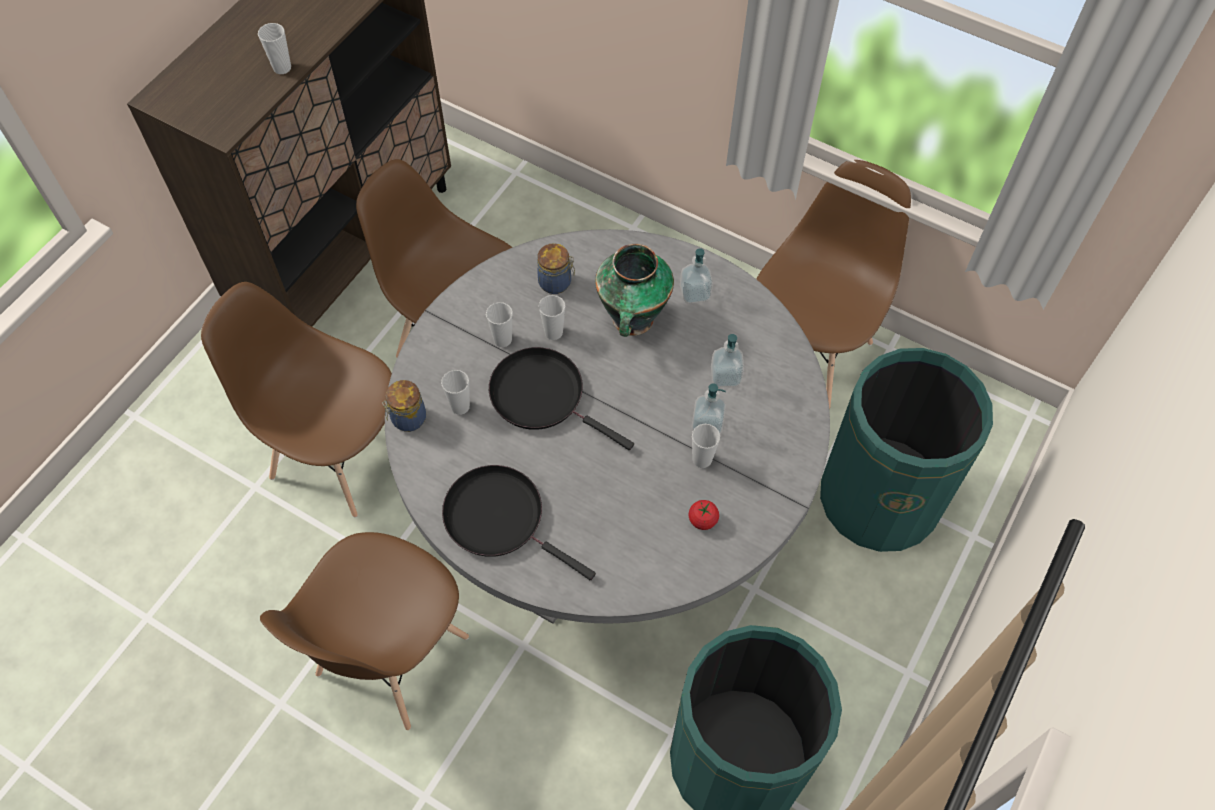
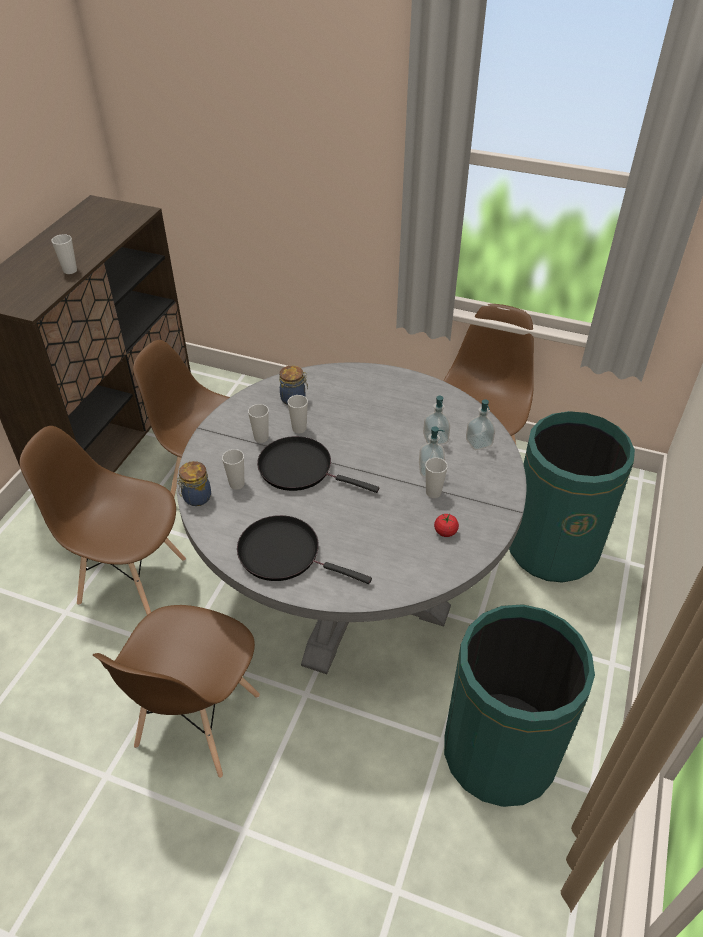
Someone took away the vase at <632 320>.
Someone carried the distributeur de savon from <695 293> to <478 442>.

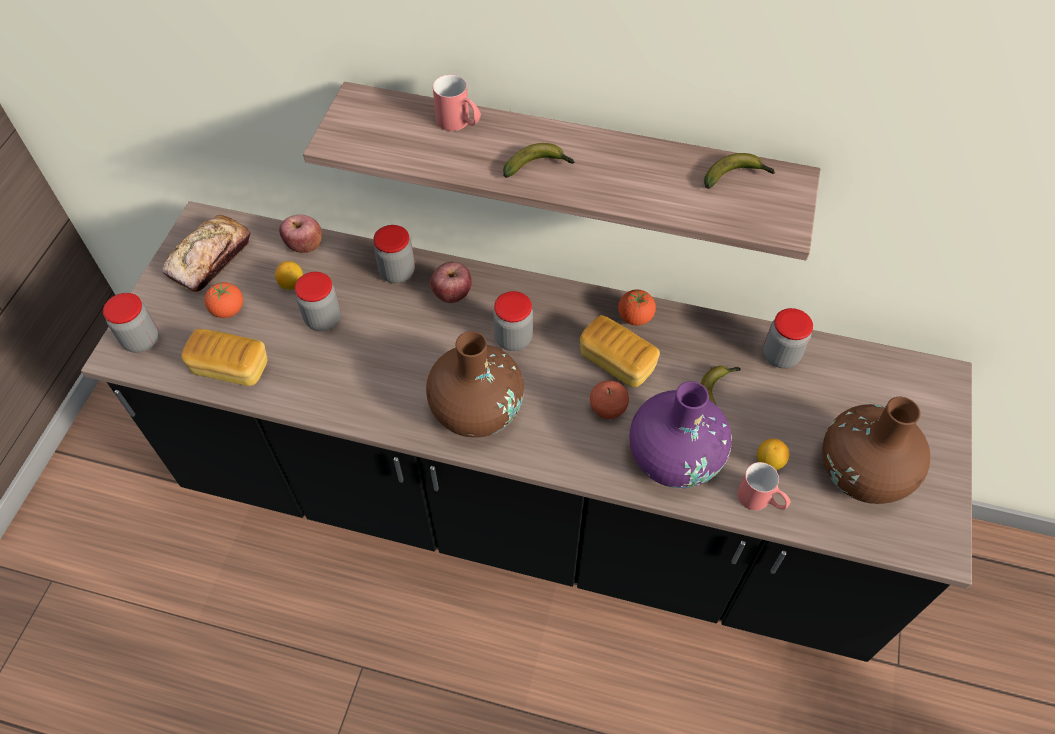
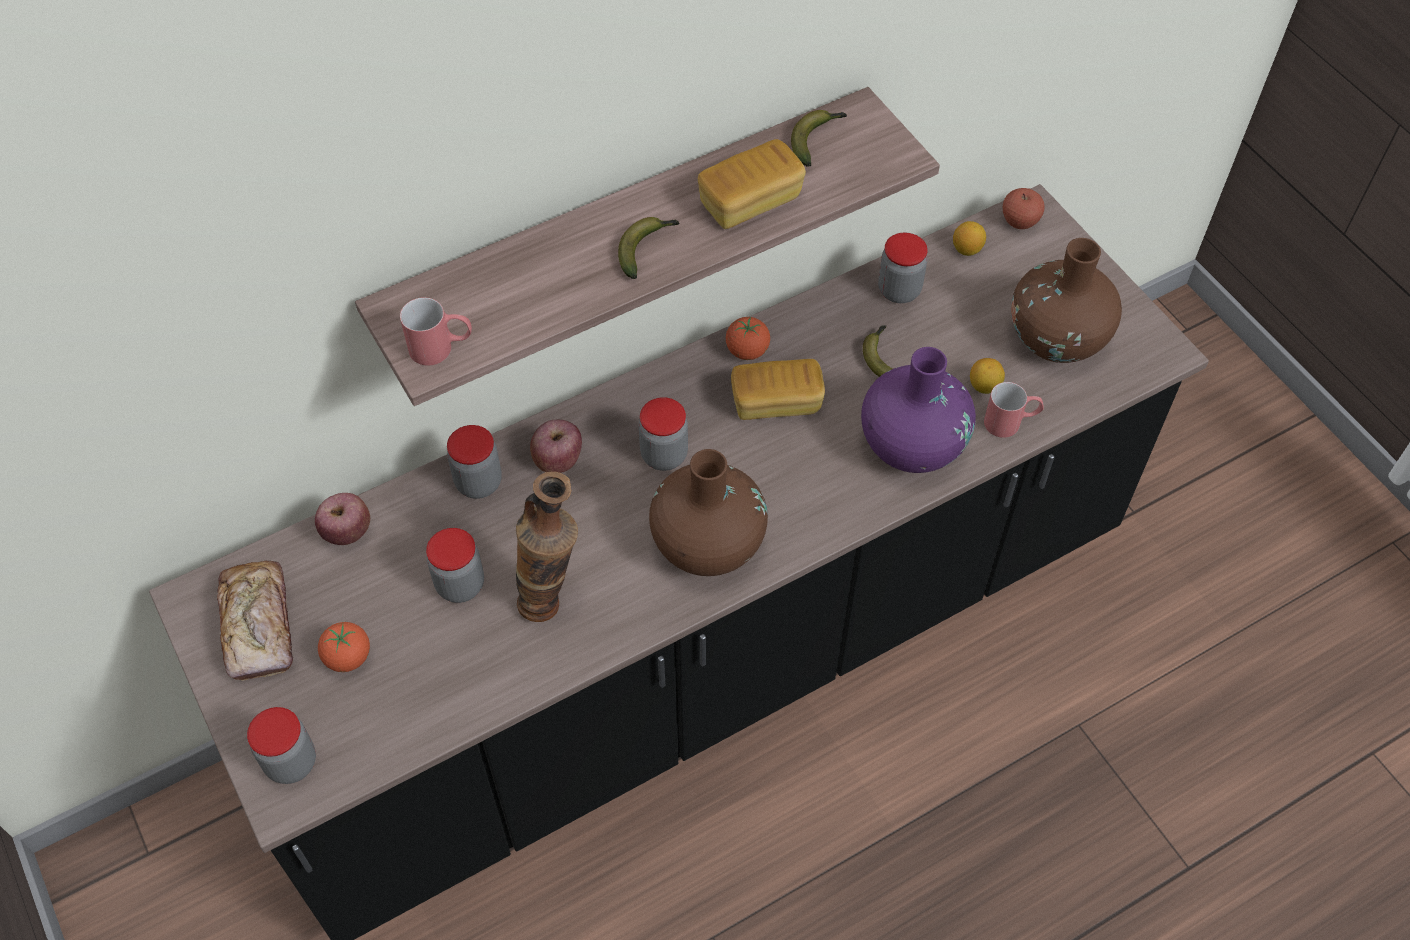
Someone carried the pain from <230 367> to <750 201>.
Someone carried the citron from <292 284> to <967 249>.
Someone carried the mug (rouge) from <459 124> to <442 348>.
Someone carried the pomme from <607 409> to <1019 222>.
Someone put down the vase at <552 600>.

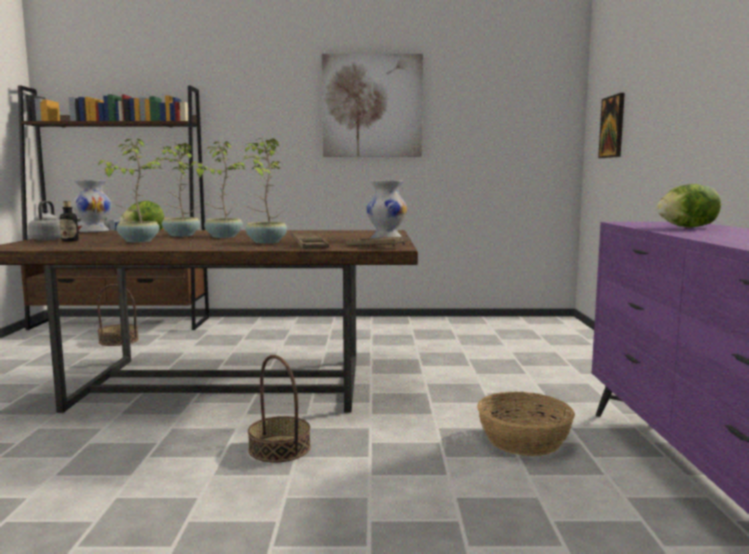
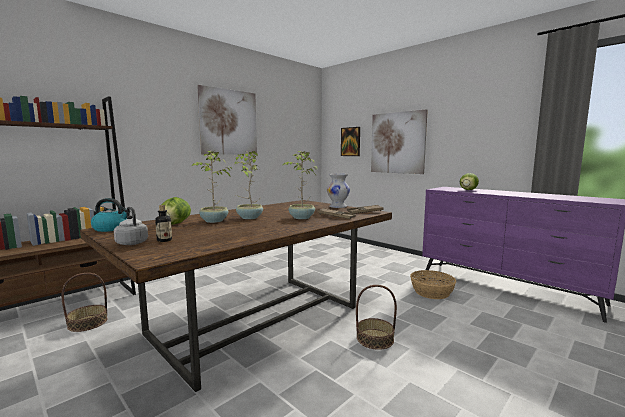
Someone swapped the vase (blanc) at <94 231> for the bouilloire at <112 228>.
Someone took away the plante en pot at <138 241>.
Someone put up the tableau at <397 143>.

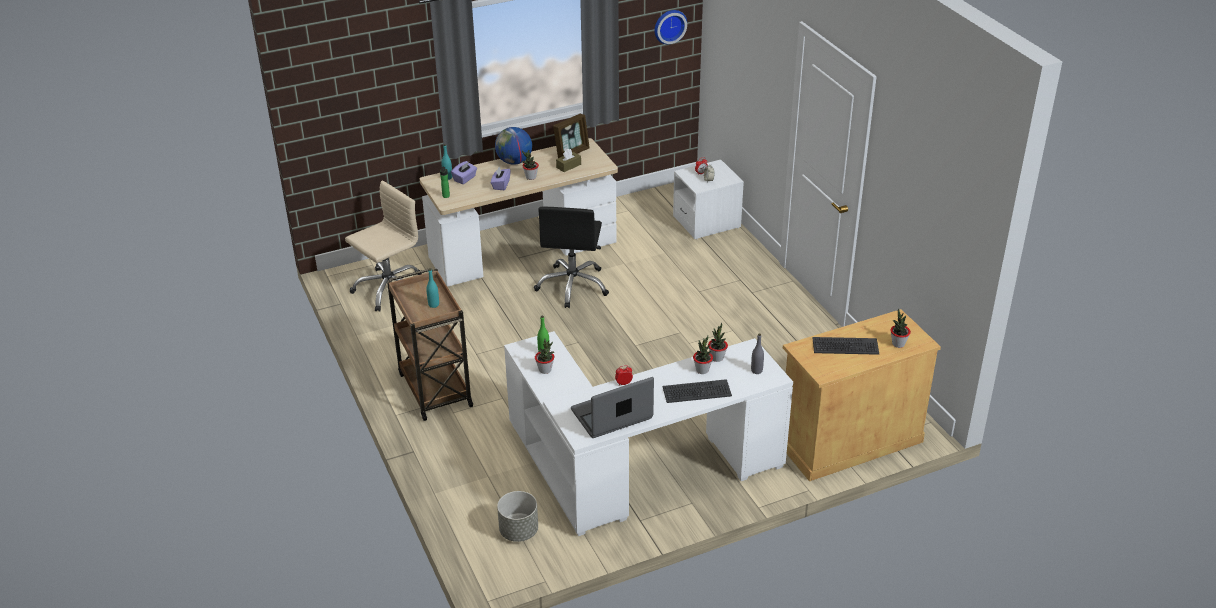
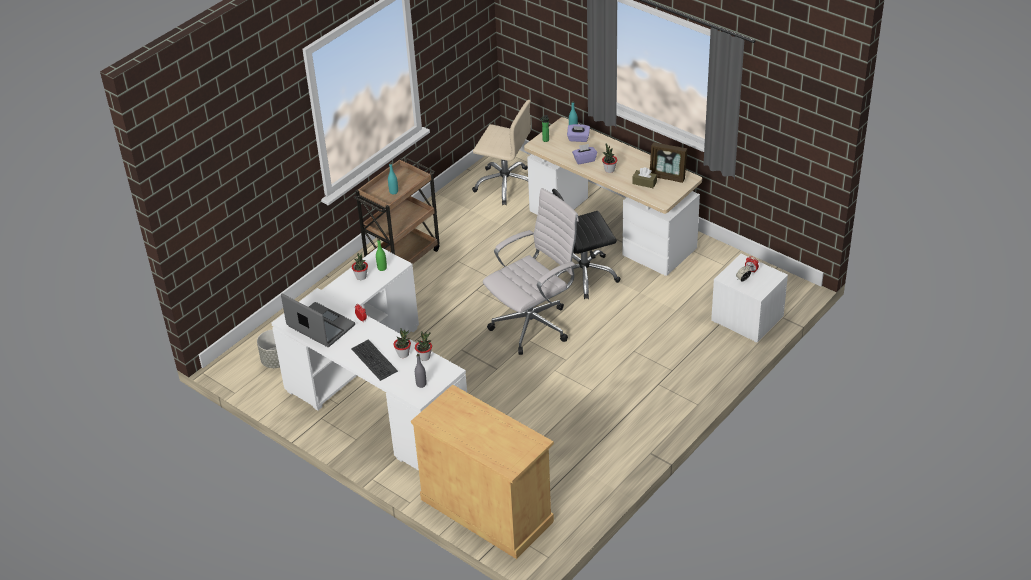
Someone took away the globe at <514 162>.
Someone took away the horloge murale at <669 25>.
Someone took away the clavier at <845 347>.
Someone took away the plante en pot at <898 344>.
Someone put down the chaise de bureau (blanc) at <534 324>.

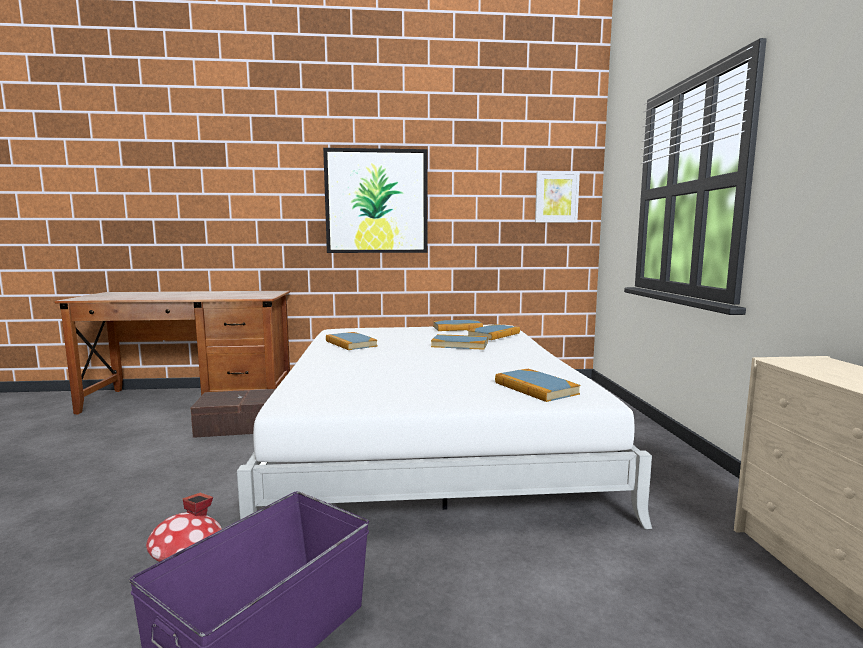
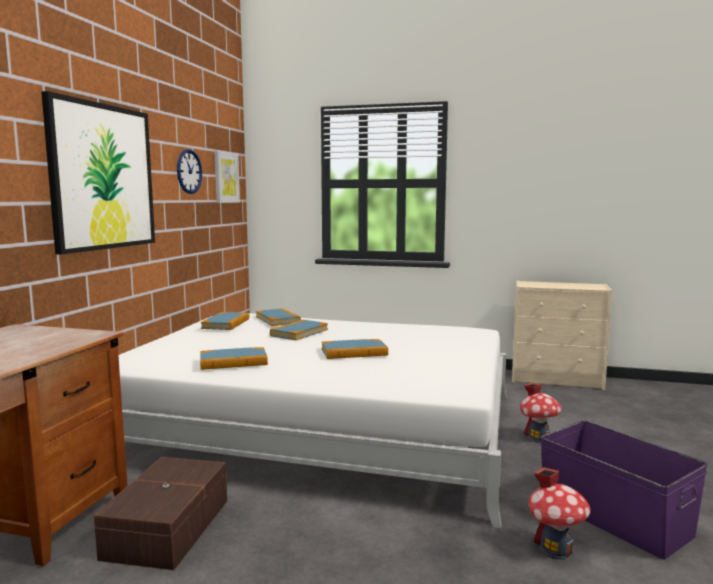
Someone carried the livre from <535 388> to <354 352>.
Someone put up the horloge murale at <189 171>.
Someone put down the maison miniature at <538 438>.

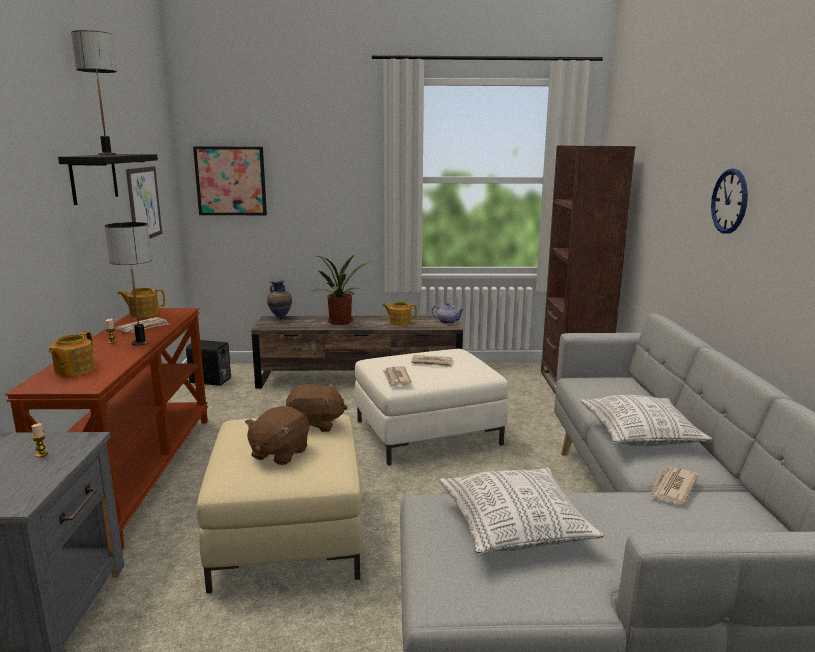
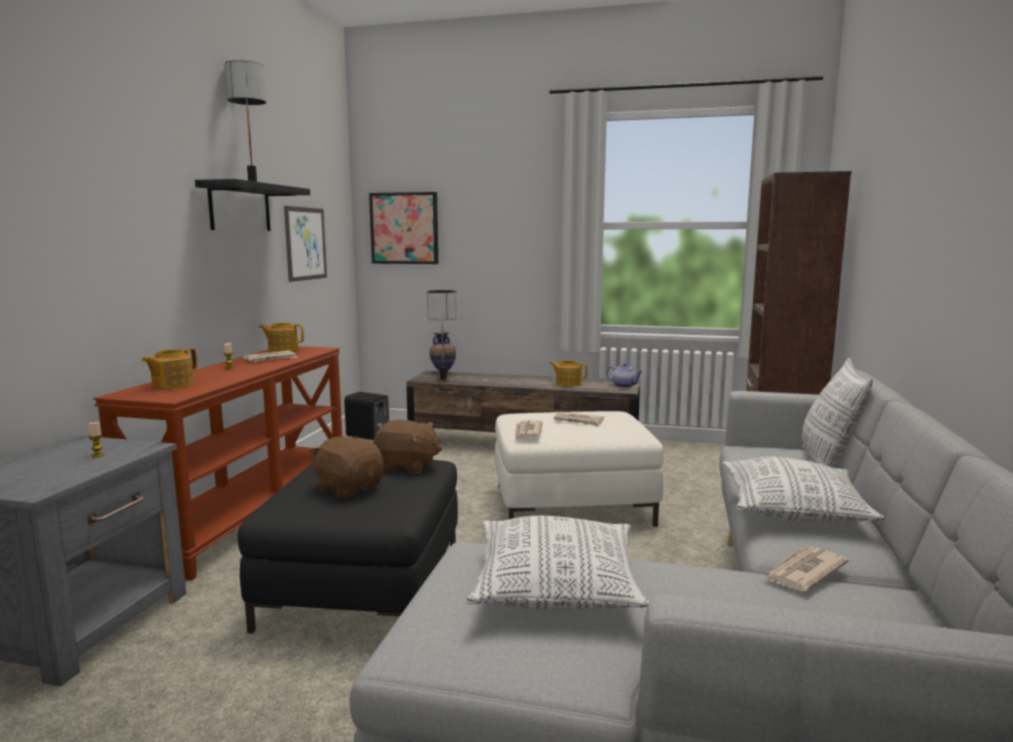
Someone carried the lampe de table from <140 343> to <443 380>.
Someone repainted the pouf (beige) at <288 532>, which became the pouf (noir) at <364 585>.
Someone rotated the peluche (marron) at <279 453> by 90 degrees clockwise.
Someone took away the plante en pot at <340 322>.
Someone took away the horloge murale at <729 201>.
Someone put down the coussin at <827 465>.

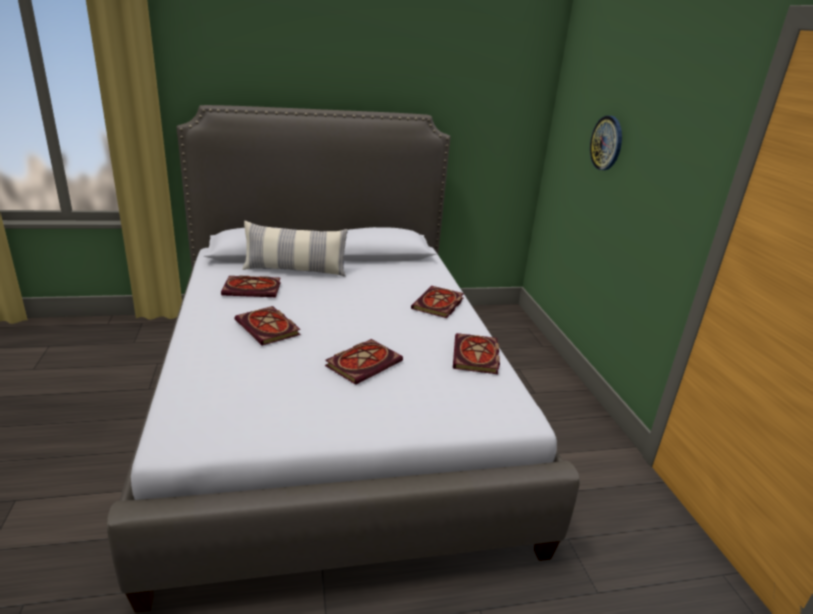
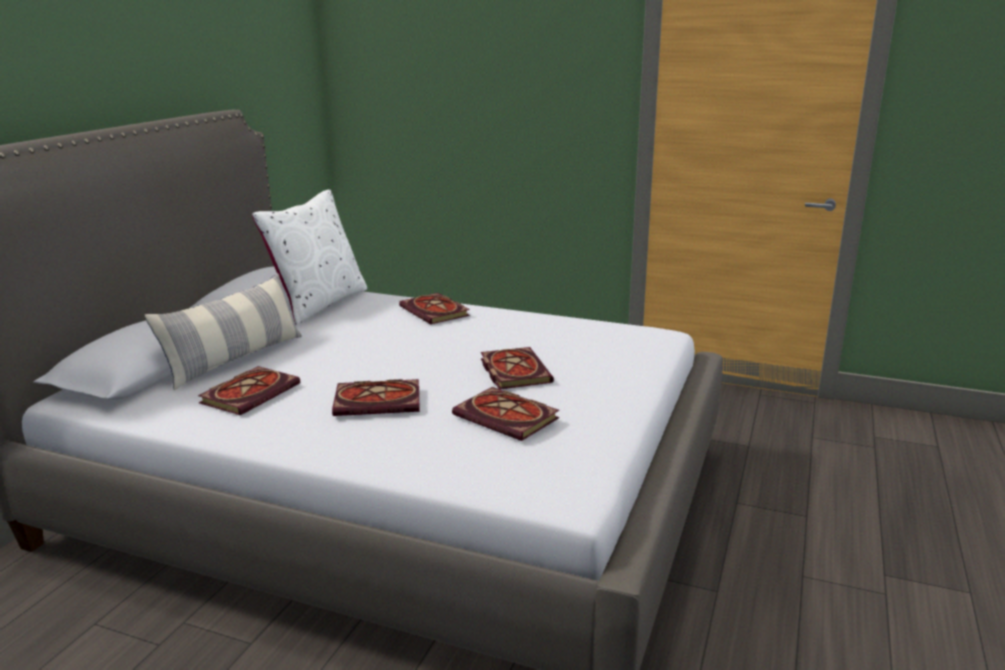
Someone carried the livre from <477 357> to <509 417>.
Someone took away the horloge murale at <607 143>.
Someone put down the coussin (blanc) at <319 304>.

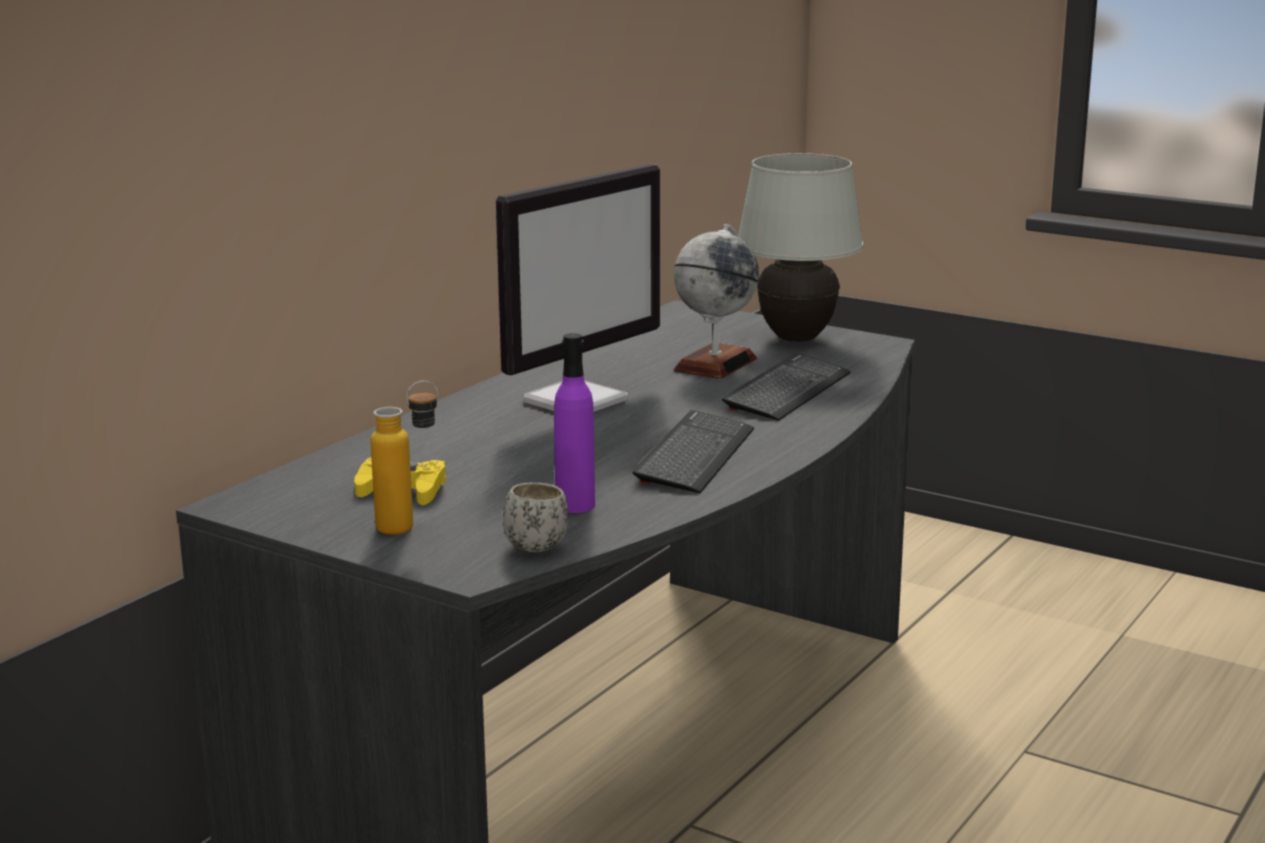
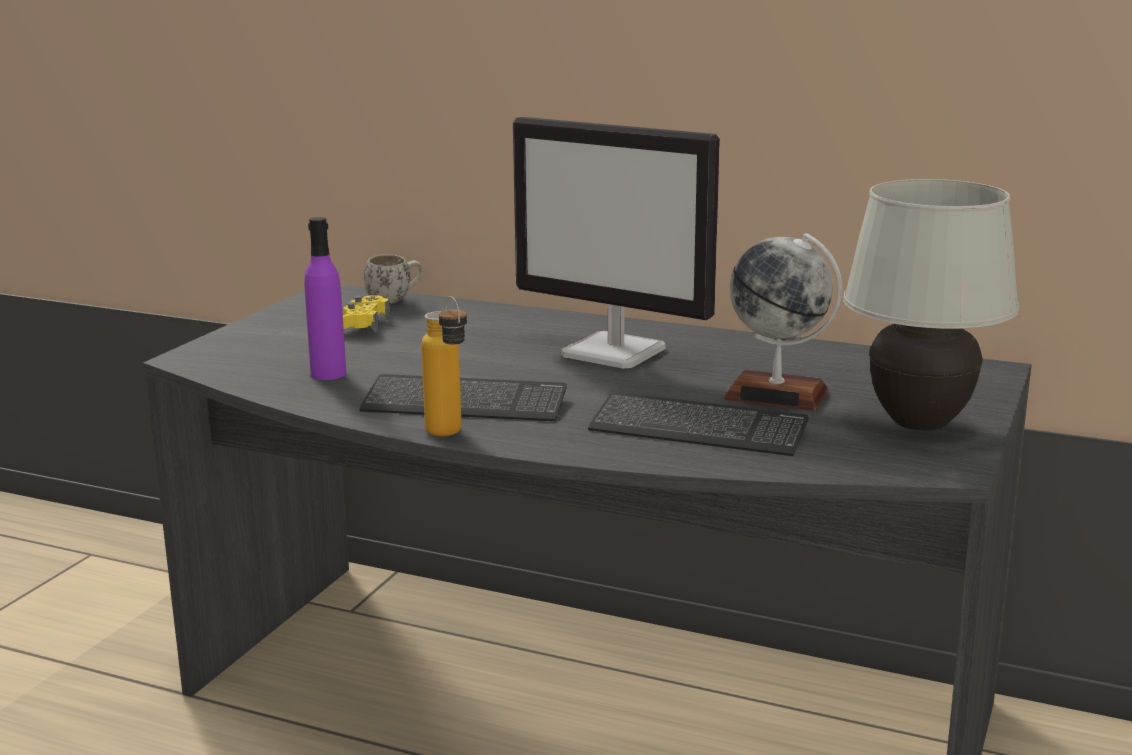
Someone carried the bouteille from <410 526> to <449 436>.
Someone carried the mug (blanc) from <533 543> to <395 300>.

